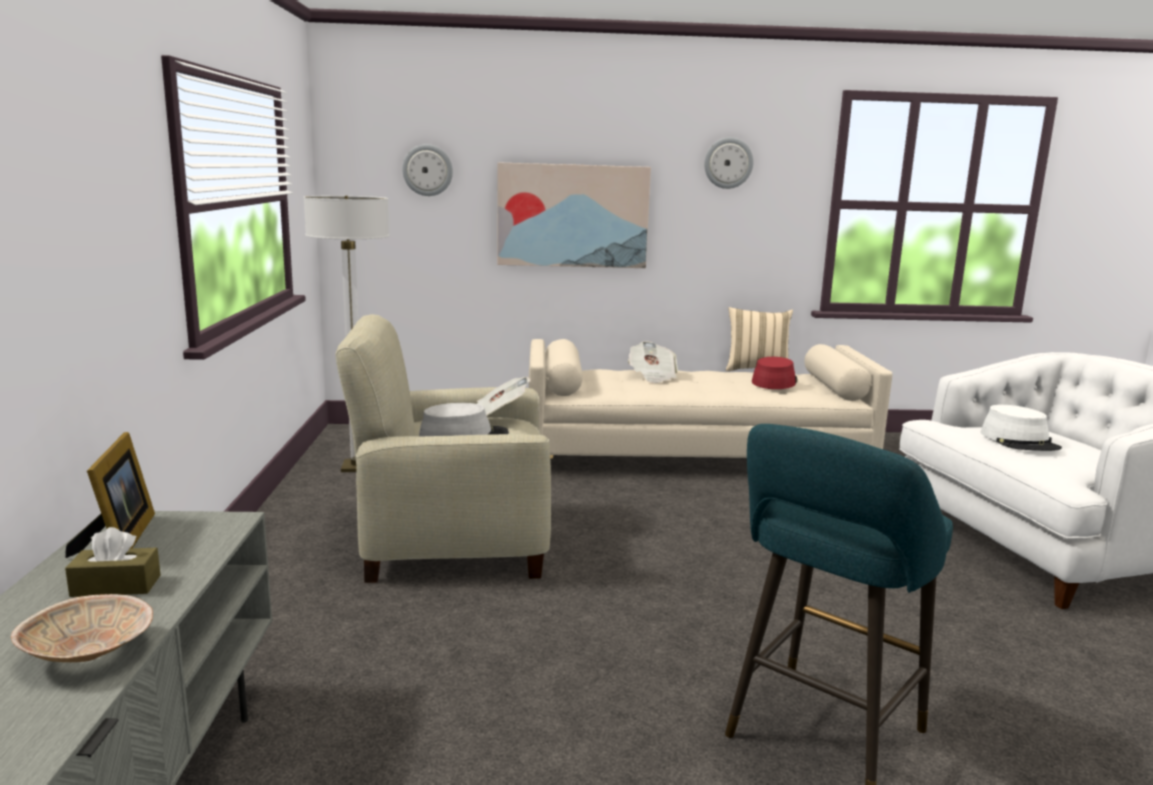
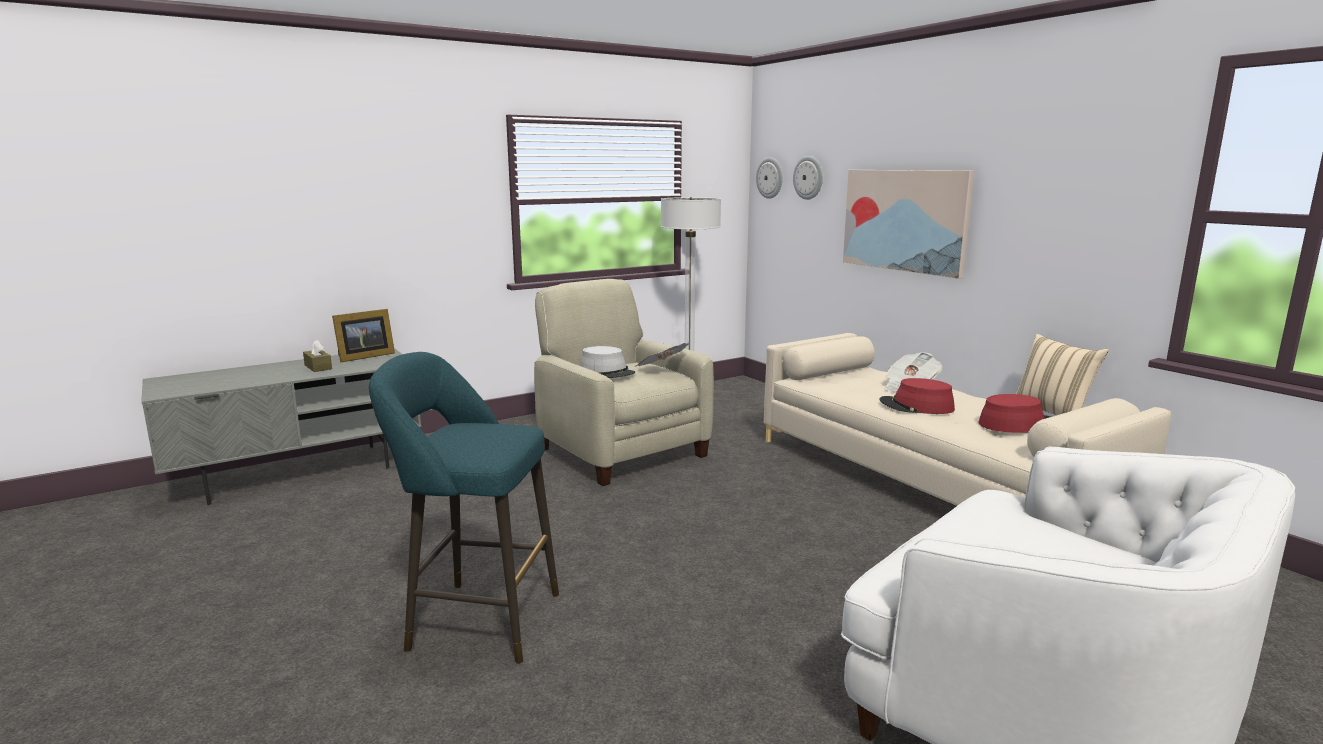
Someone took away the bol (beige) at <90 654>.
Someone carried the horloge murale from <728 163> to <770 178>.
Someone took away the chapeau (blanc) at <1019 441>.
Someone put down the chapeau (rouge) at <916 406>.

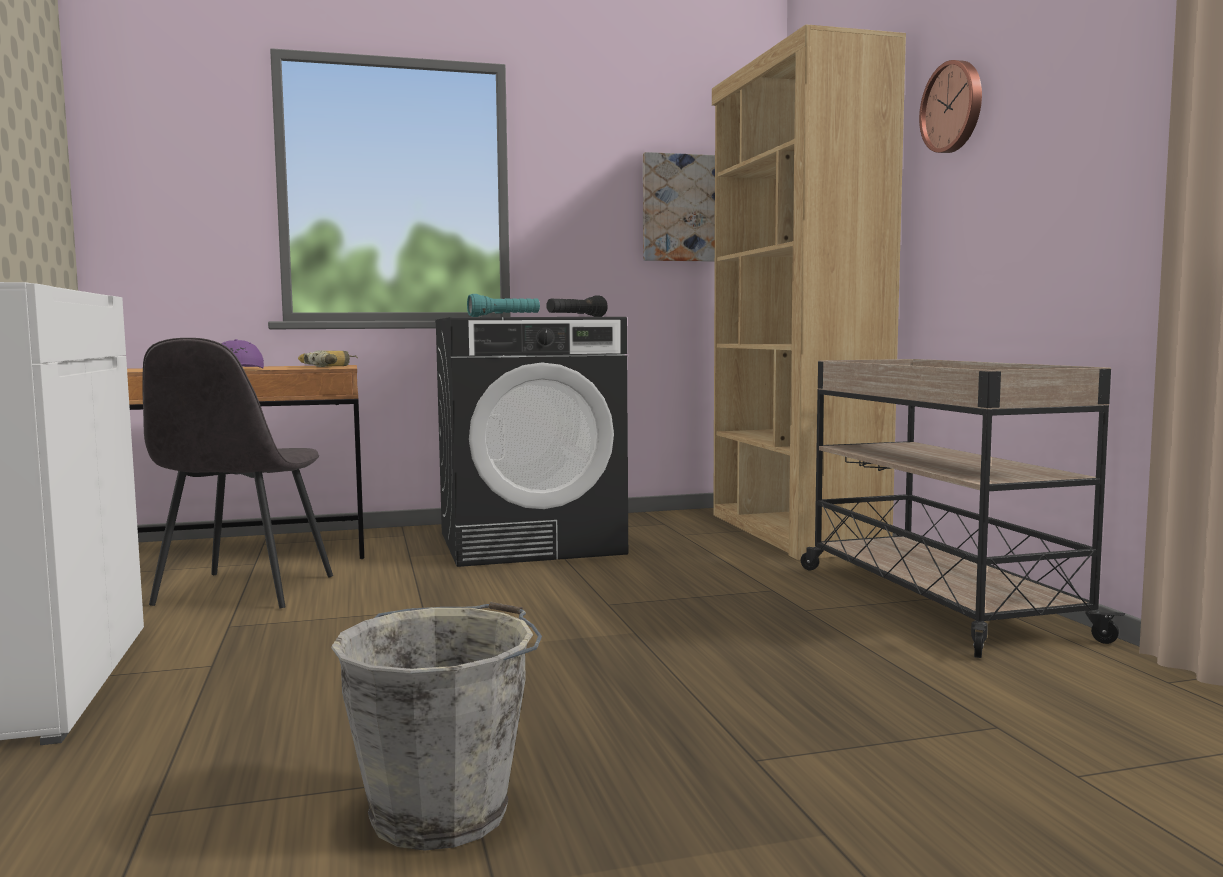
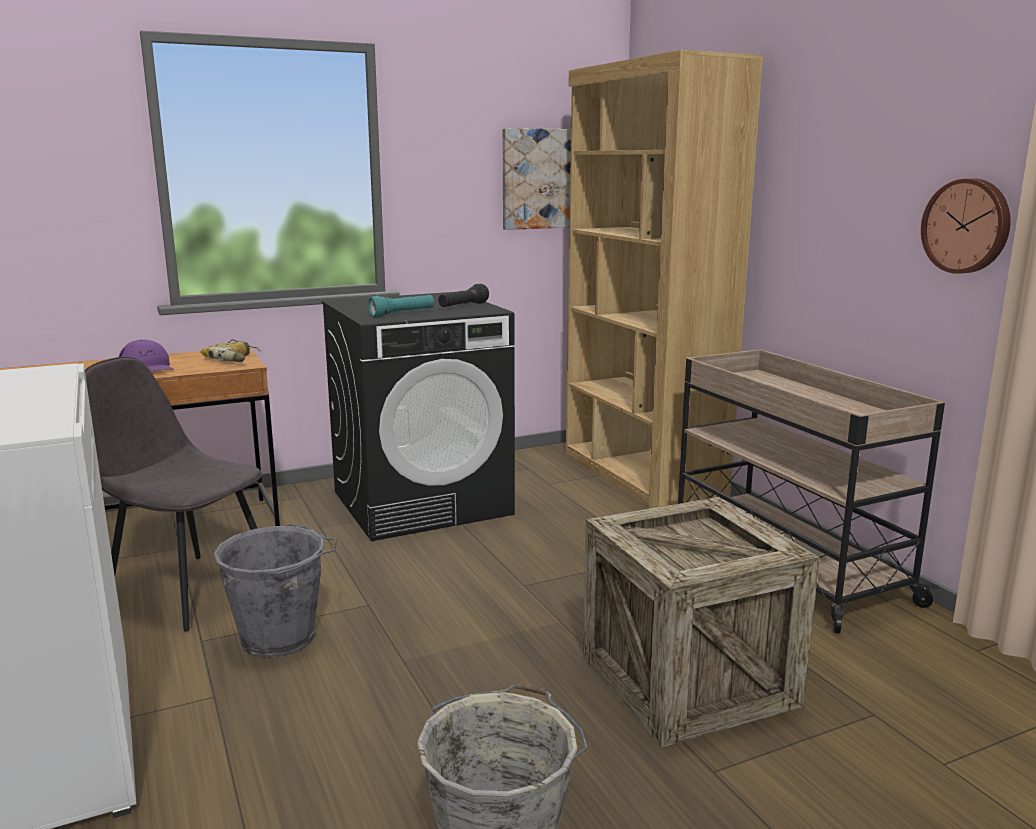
Someone rotated the chaise (gris) at <243 592> by 120 degrees clockwise.
Someone carried the horloge murale from <954 107> to <967 226>.
Someone put down the seau (gris) at <281 638>.
Someone put down the caisse at <687 681>.

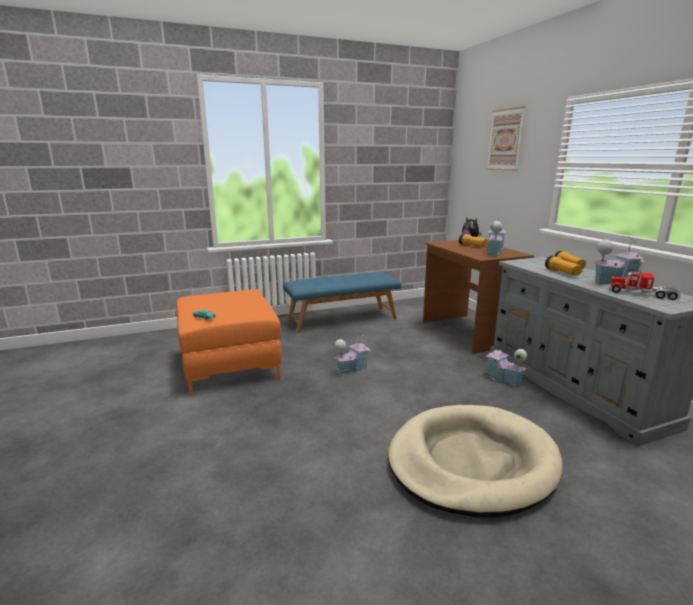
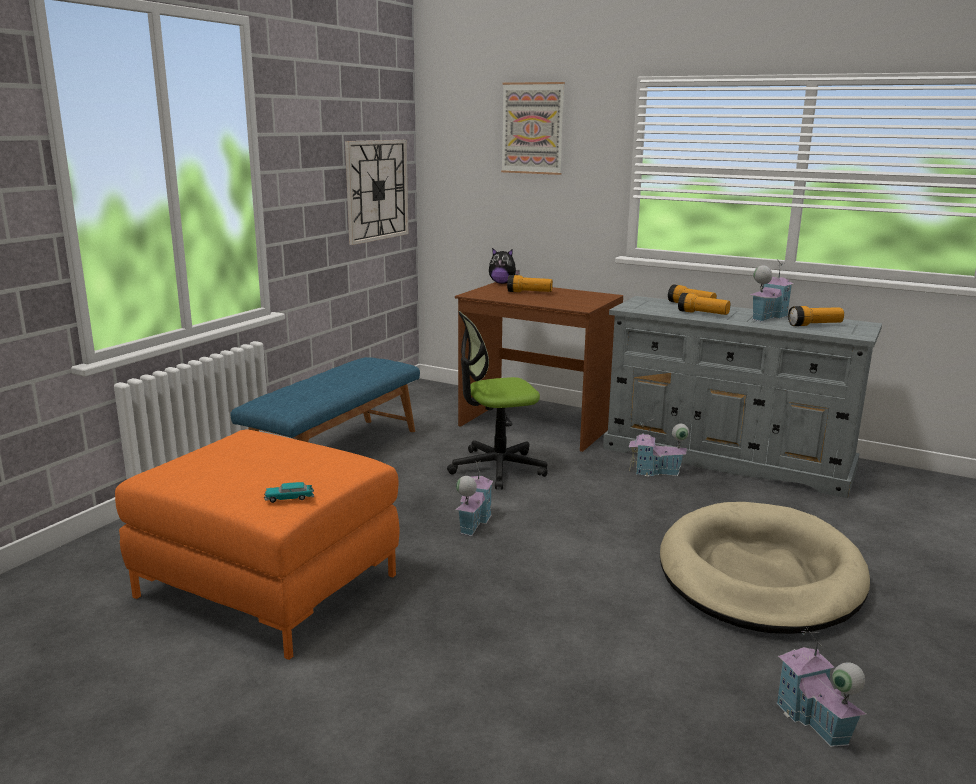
Someone carried the maison miniature from <494 253> to <812 720>.
Someone swapped the camion jouet at <642 294> for the lampe de poche at <815 325>.
Someone put up the horloge murale at <377 190>.
Someone put down the chaise de bureau at <497 468>.

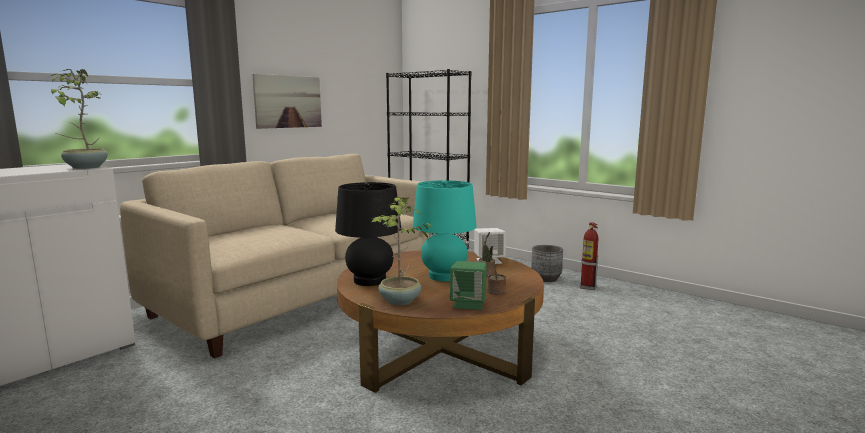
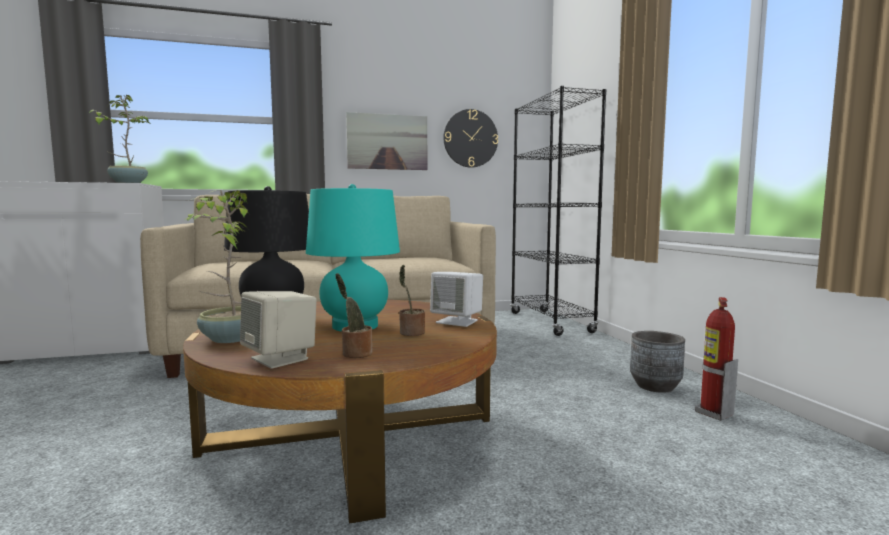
Someone repainted the enceinte (vert) at <469 304>, which became the enceinte (beige) at <280 359>.
Someone put up the horloge murale at <470 138>.

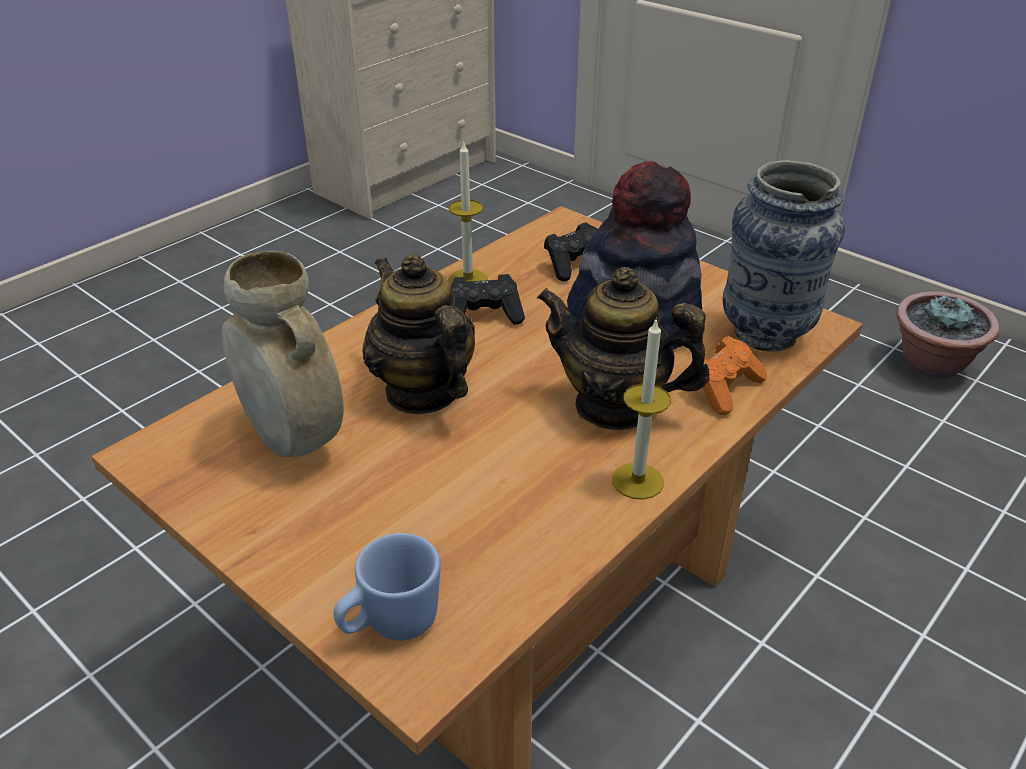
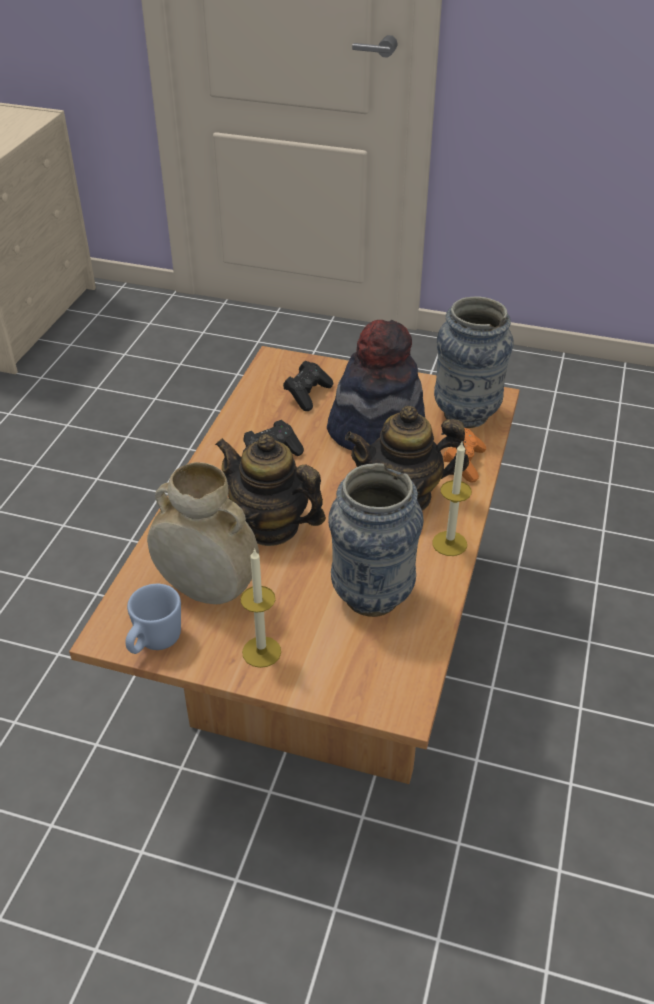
Someone carried the mug (bleu) from <390 624> to <154 642>.
Someone carried the bougie from <468 279> to <261 652>.
Someone took away the plante en pot at <932 365>.
Someone put down the vase at <372 596>.

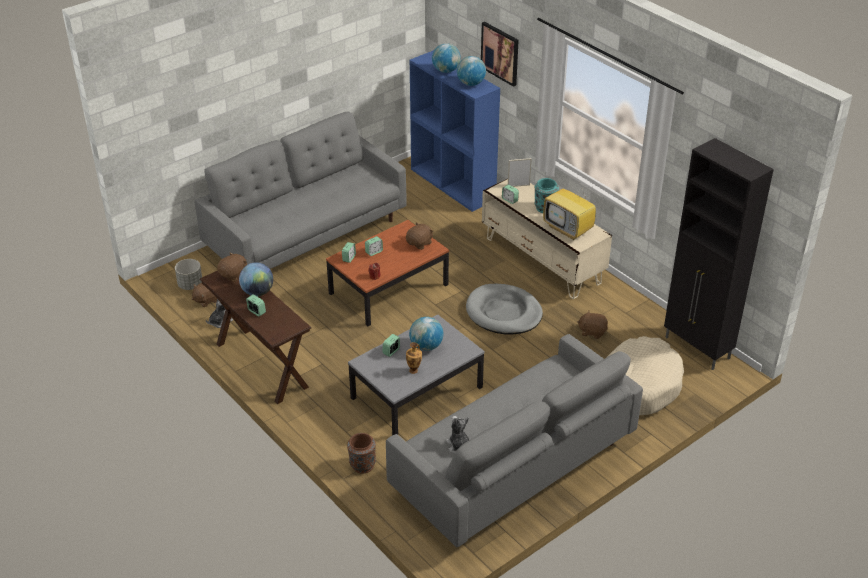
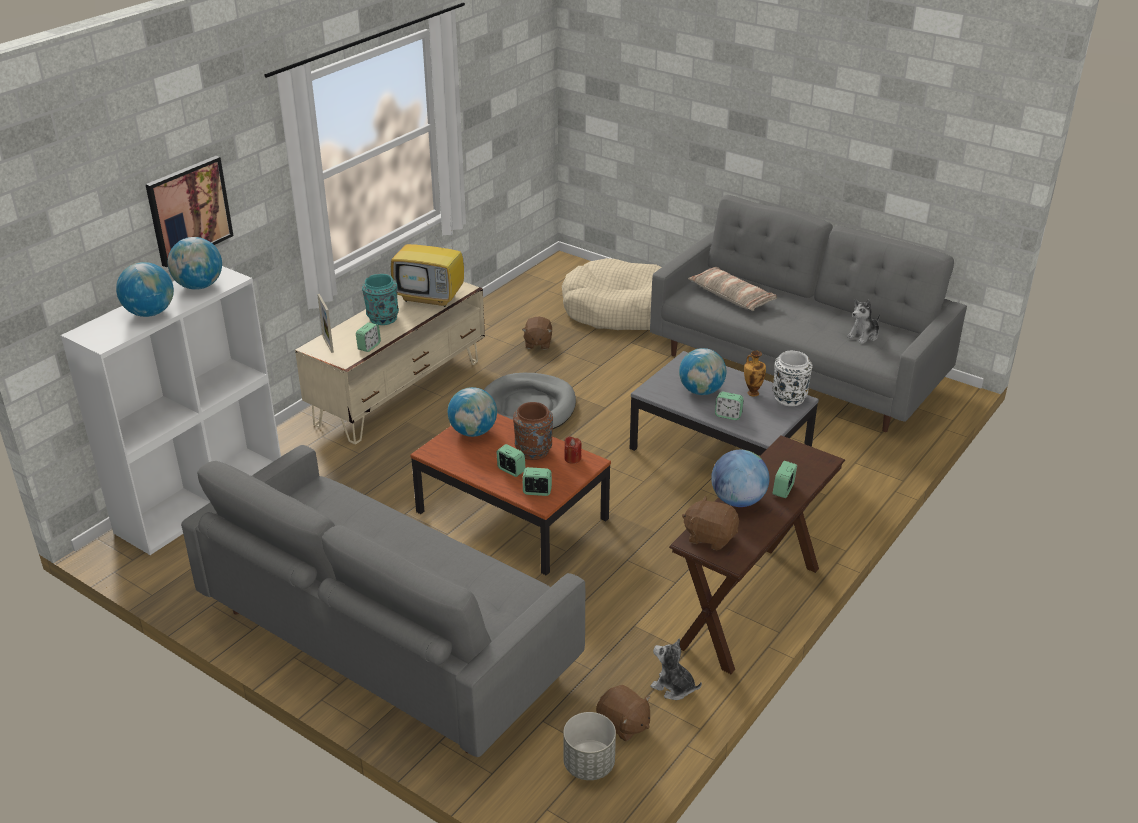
Someone carried the vase (marron) from <362 465> to <533 451>.
Someone swapped the peluche (marron) at <420 243> for the globe at <473 432>.
Someone repainted the bibliothèque (bleu) at <453 184>, which became the bibliothèque (blanc) at <201 498>.
Someone rotated the téléviseur at <569 230> by 75 degrees clockwise.
Someone took away the meuble de rangement (noir) at <697 348>.
Someone put down the coussin at <731 297>.
Someone put down the vase (blanc) at <789 397>.

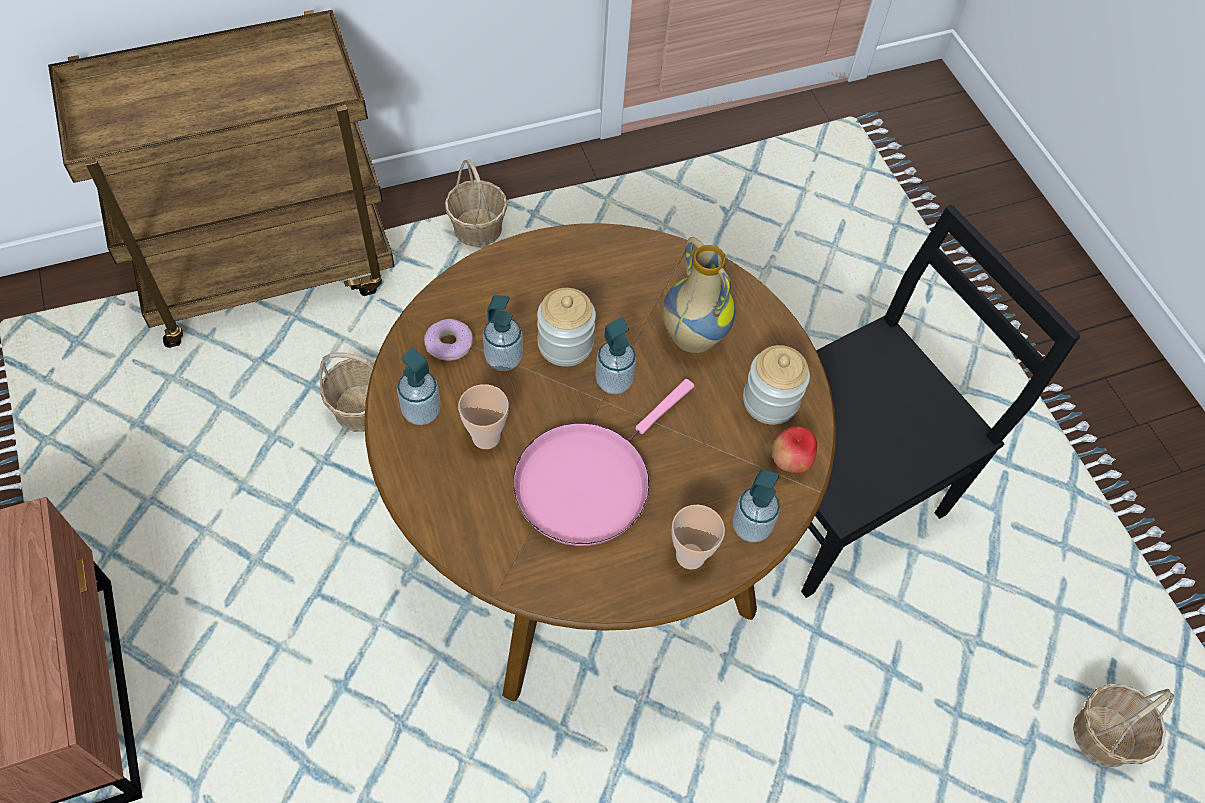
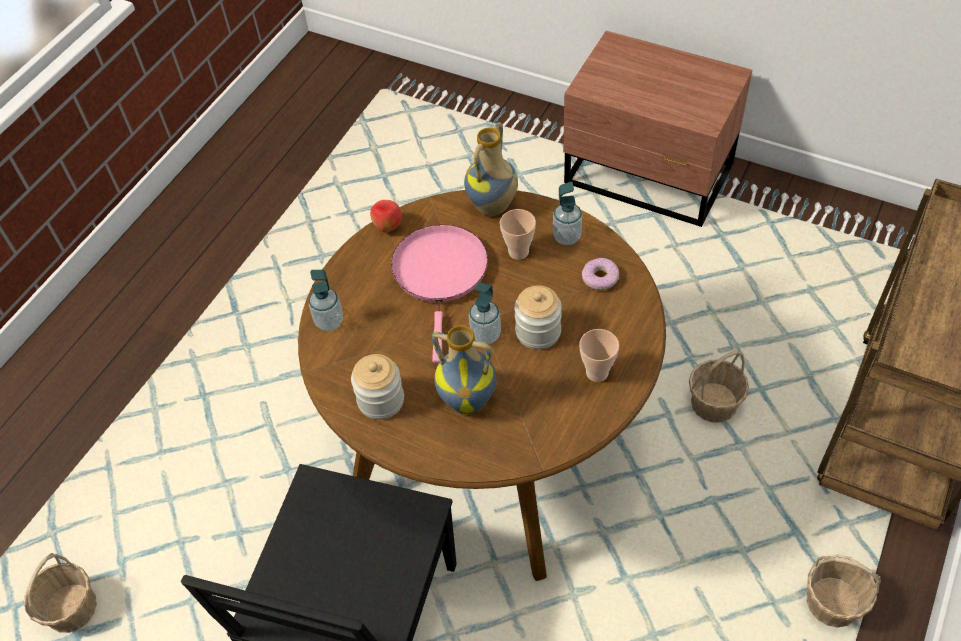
Someone took away the distributeur de savon at <503 358>.
Someone carried the tasse from <690 556> to <597 373>.
Someone carried the pomme from <790 462> to <388 227>.
Someone put down the vase at <493 207>.

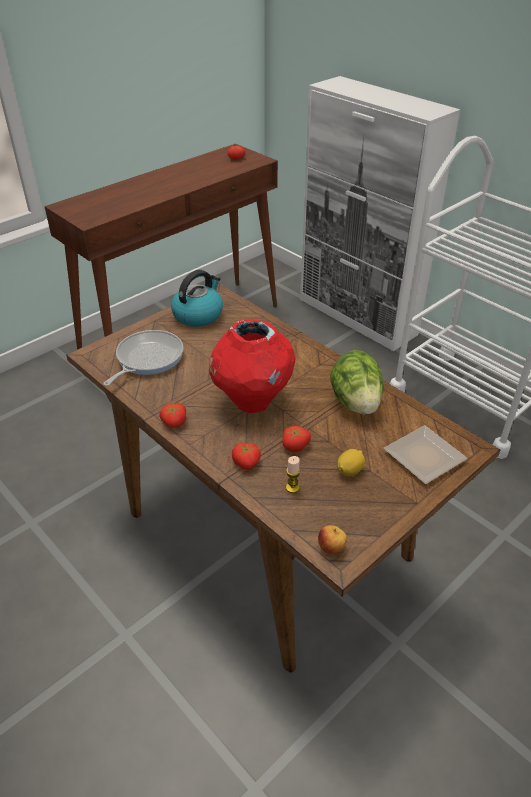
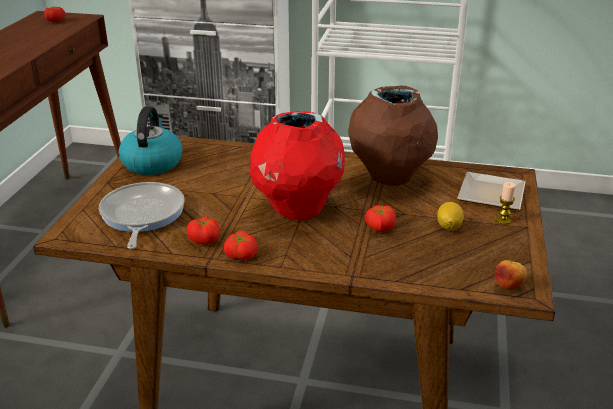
Someone carried the tomate from <247 462> to <205 239>.
Someone carried the bougie from <292 487> to <503 220>.
Someone swapped the laitue at <356 402> for the vase (marron) at <390 178>.

